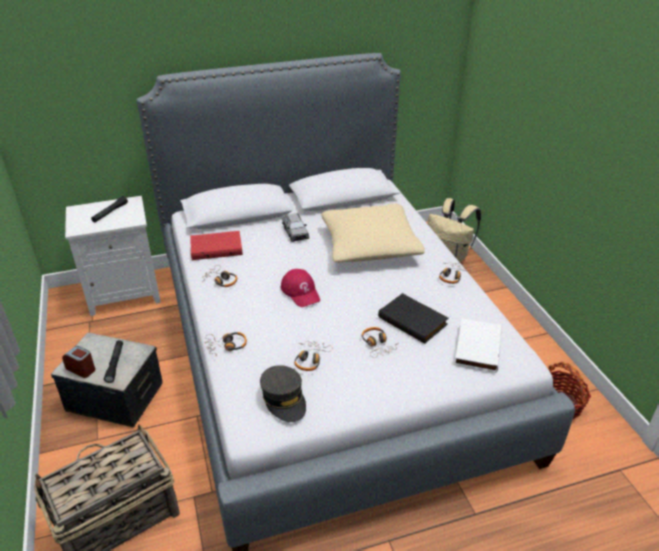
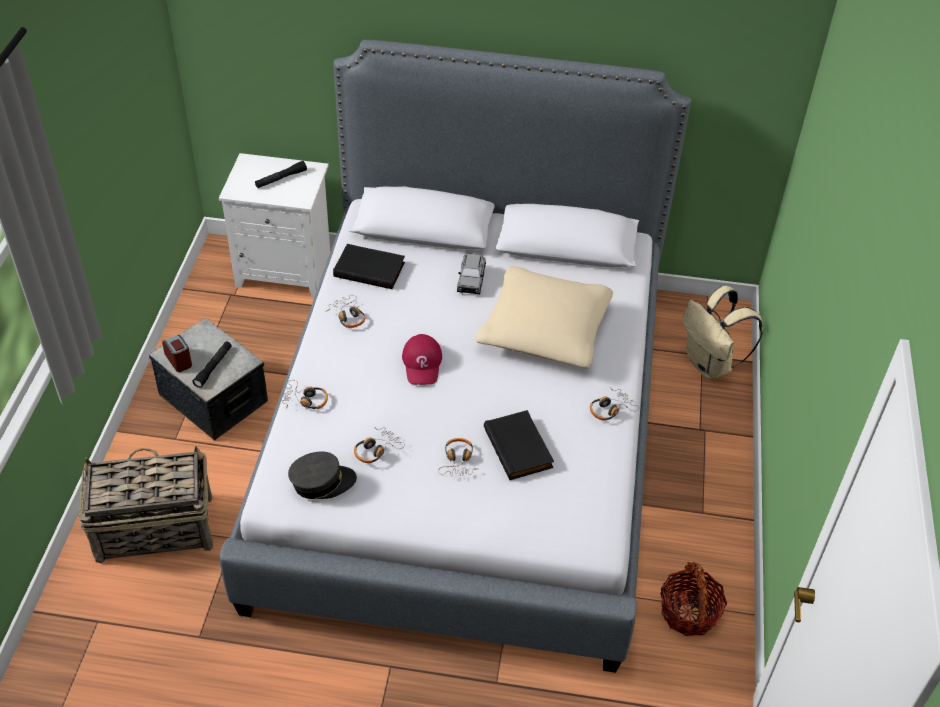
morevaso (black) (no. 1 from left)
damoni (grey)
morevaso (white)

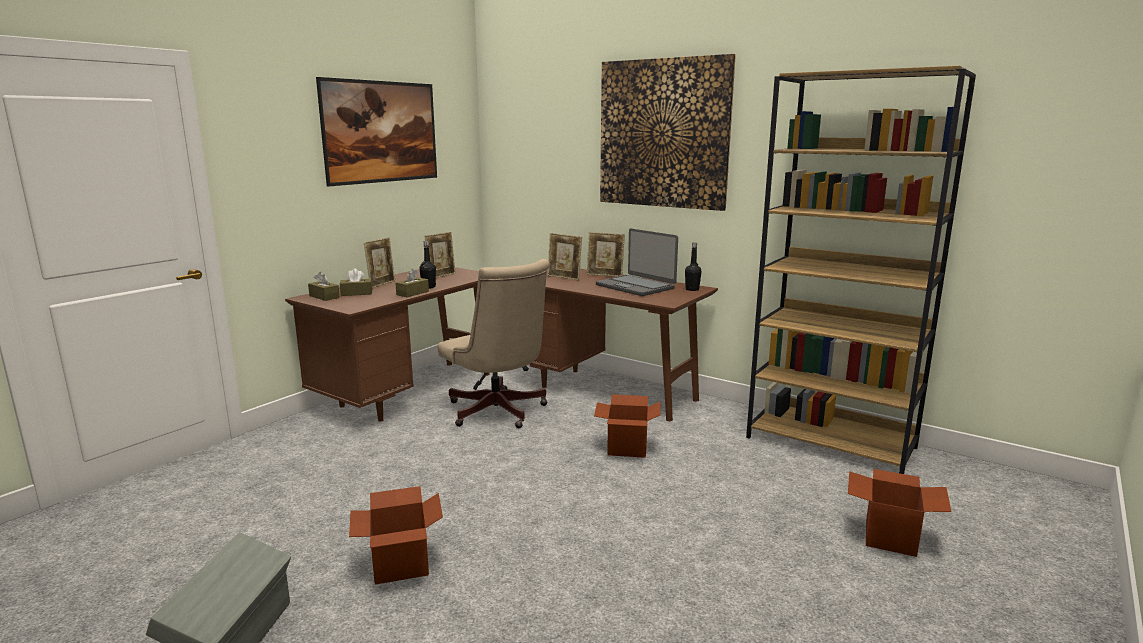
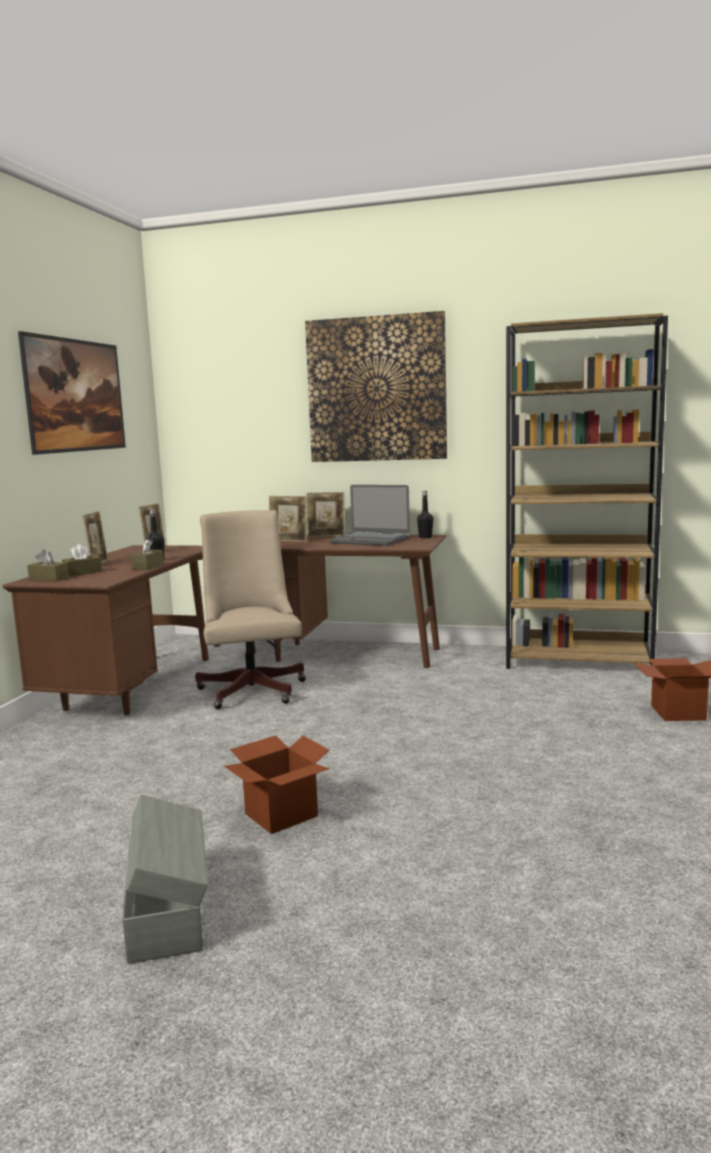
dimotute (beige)
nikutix (no. 2 from left in the first image)

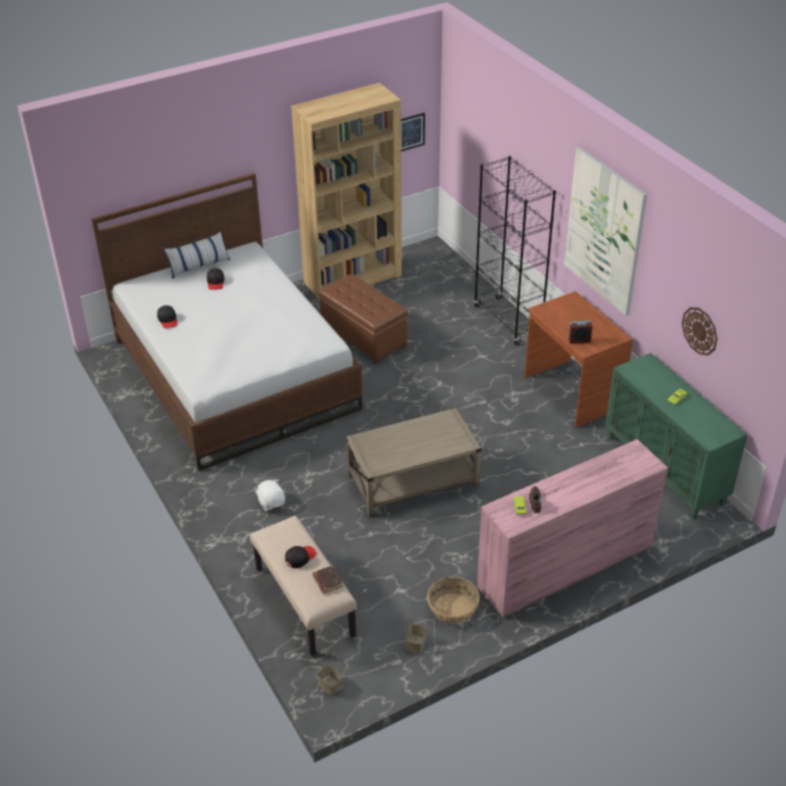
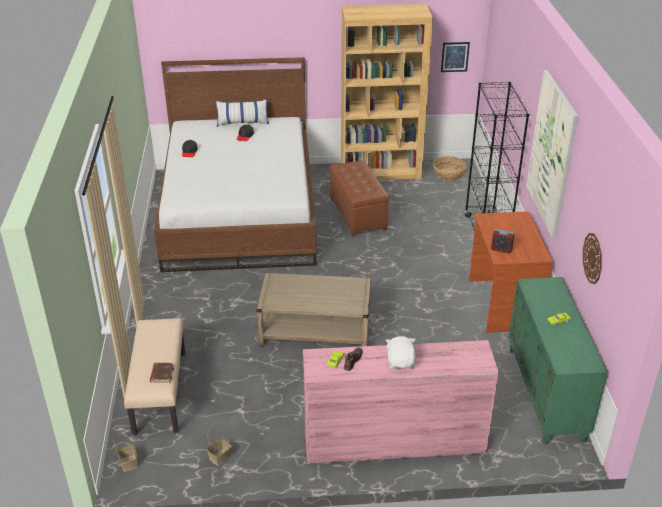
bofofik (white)
damoni (black) (no. 3 from left in the first image)
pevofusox (no. 3 from left)

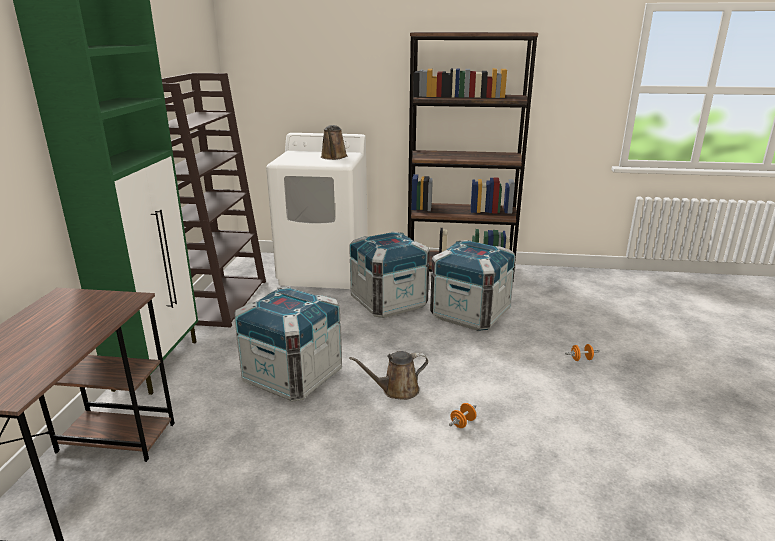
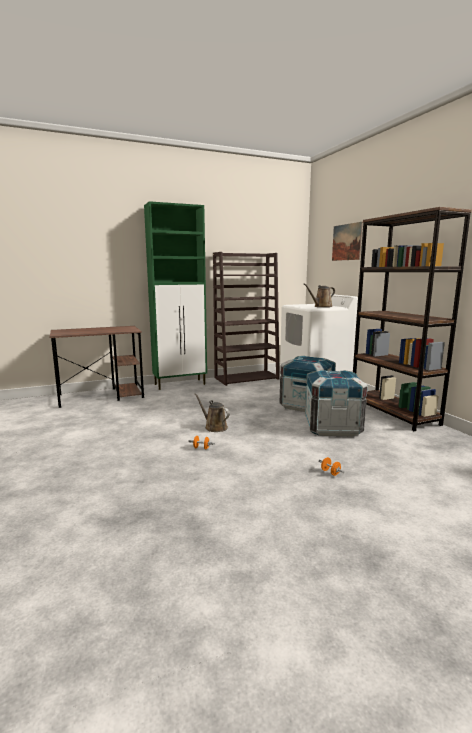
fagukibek (no. 1 from left in the first image)
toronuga

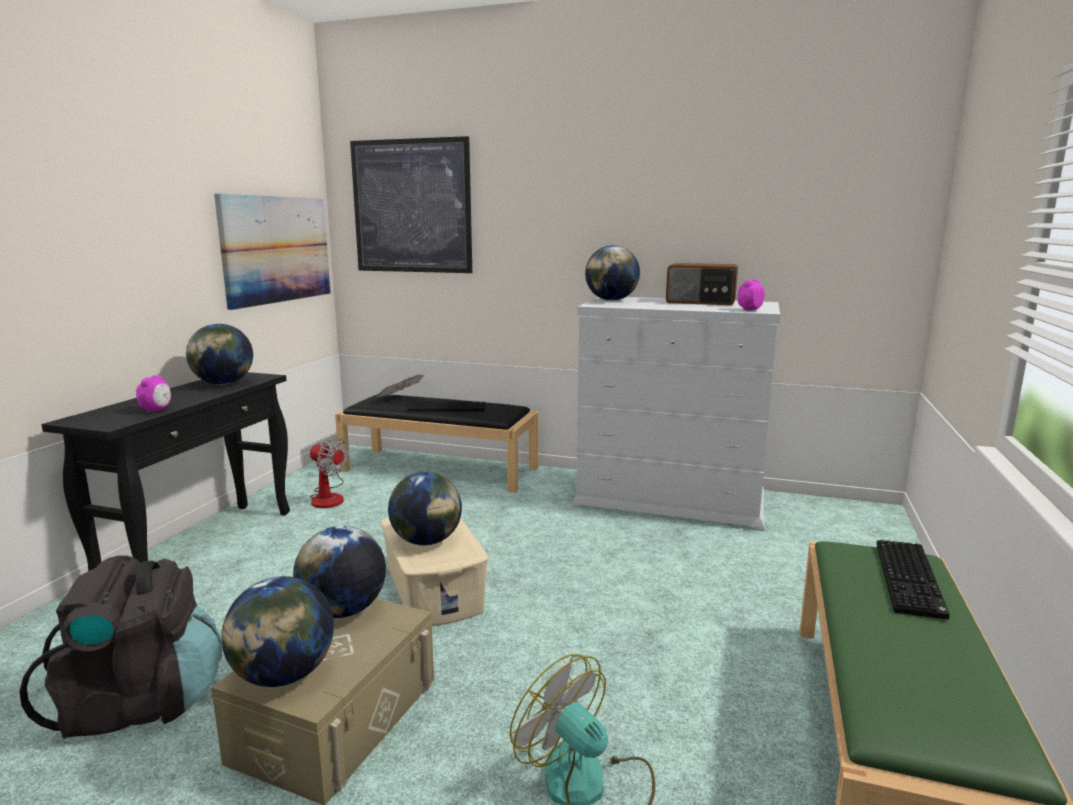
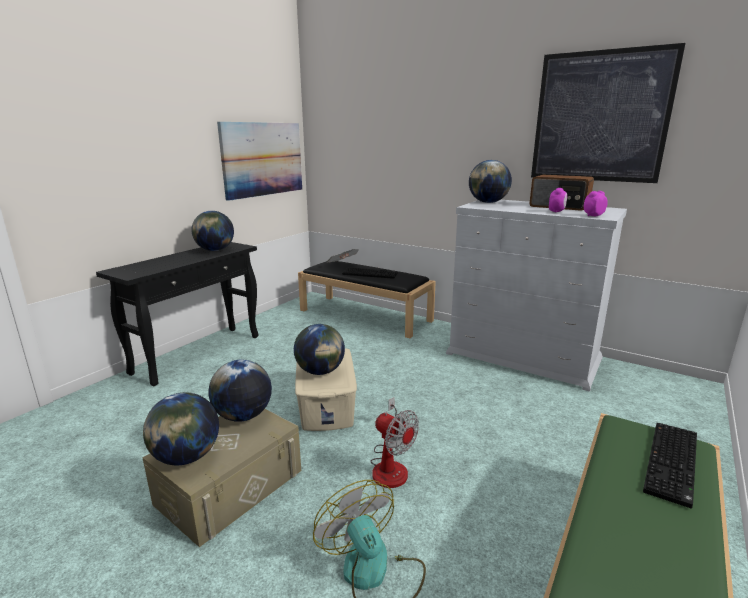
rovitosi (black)
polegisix (no. 1 from left)
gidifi (no. 2 from left)
toronuga (no. 2 from left)

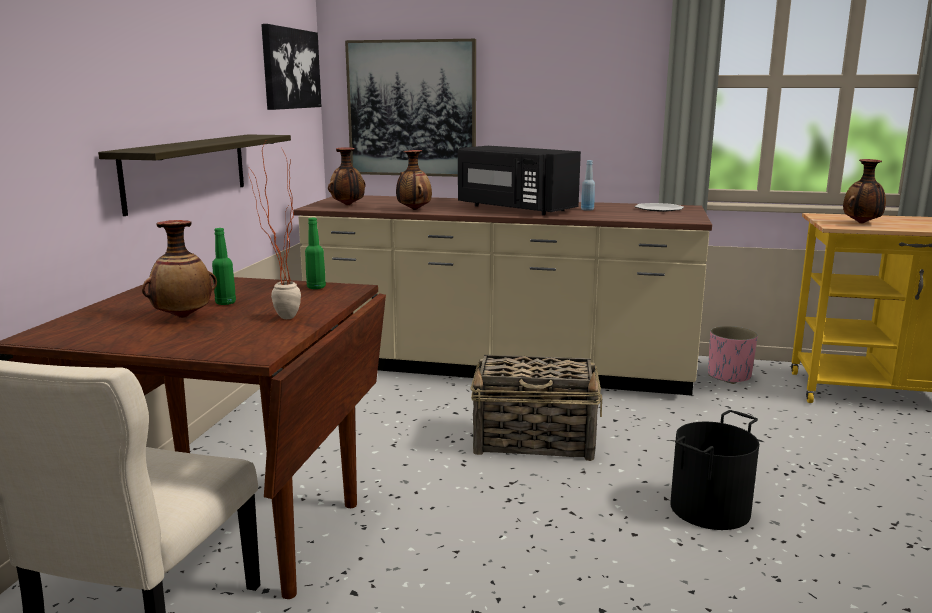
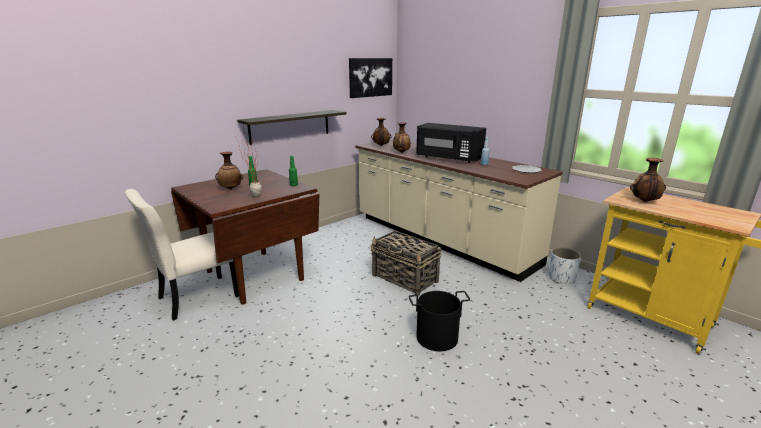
toronuga (no. 2 from left in the first image)
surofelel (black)
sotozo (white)

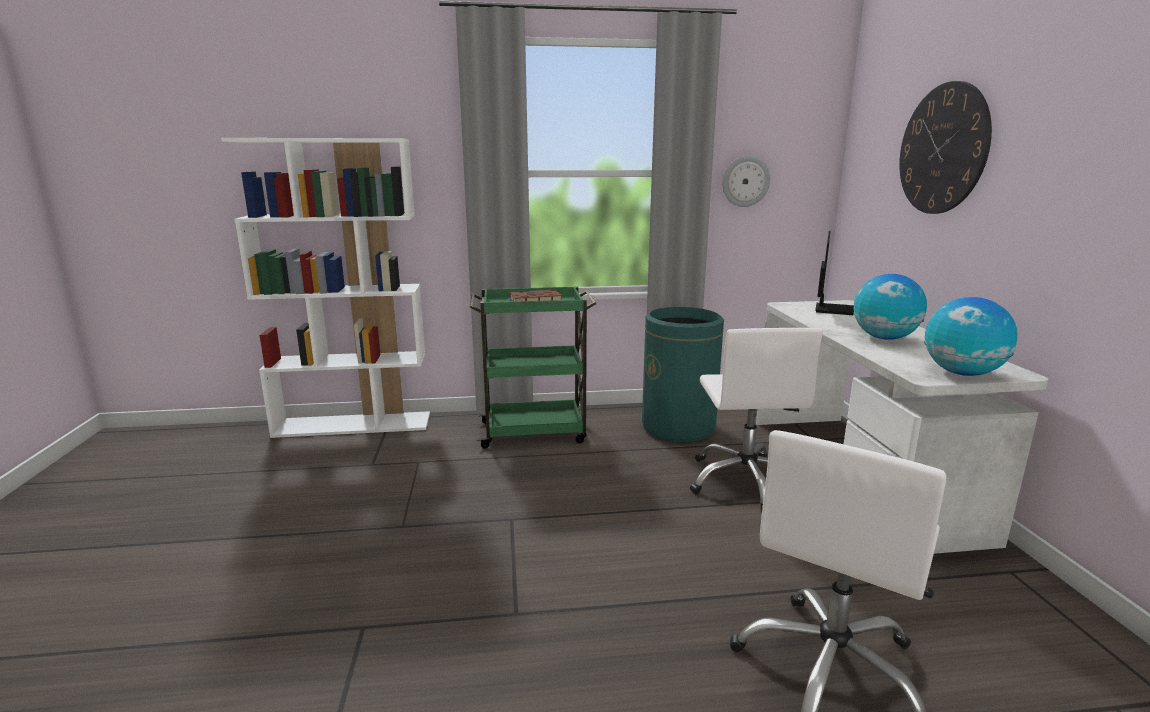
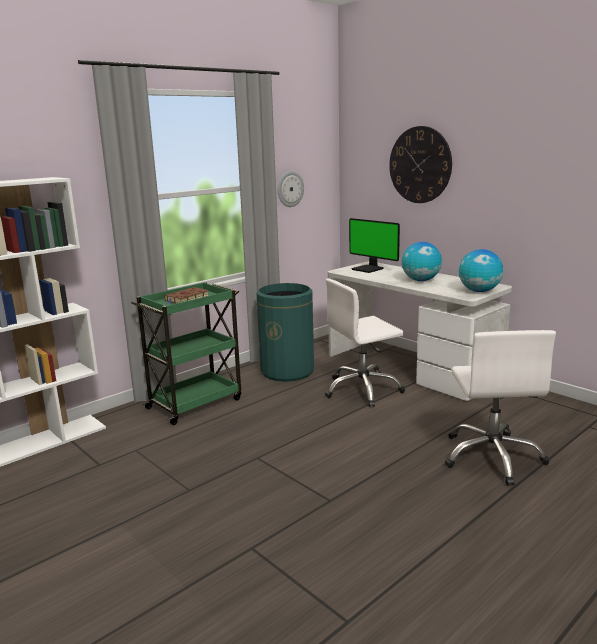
dimotute (white) (no. 1 from left)
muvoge

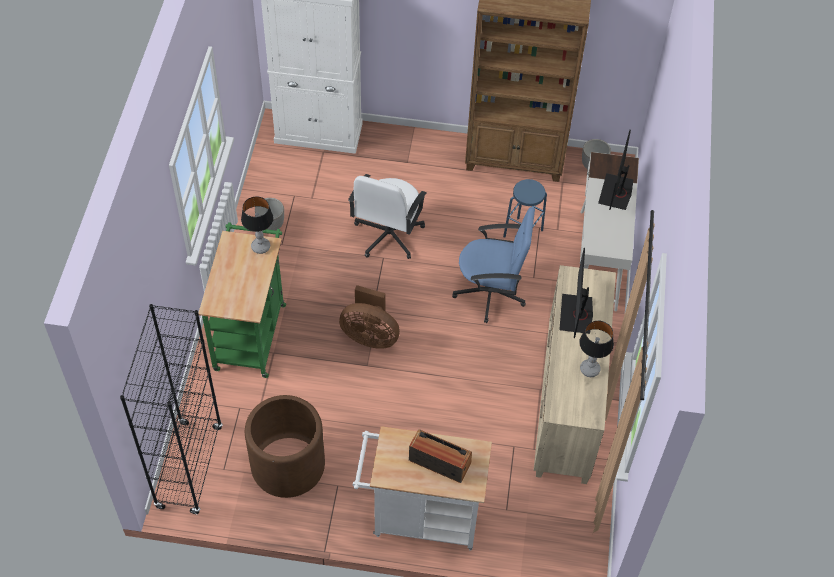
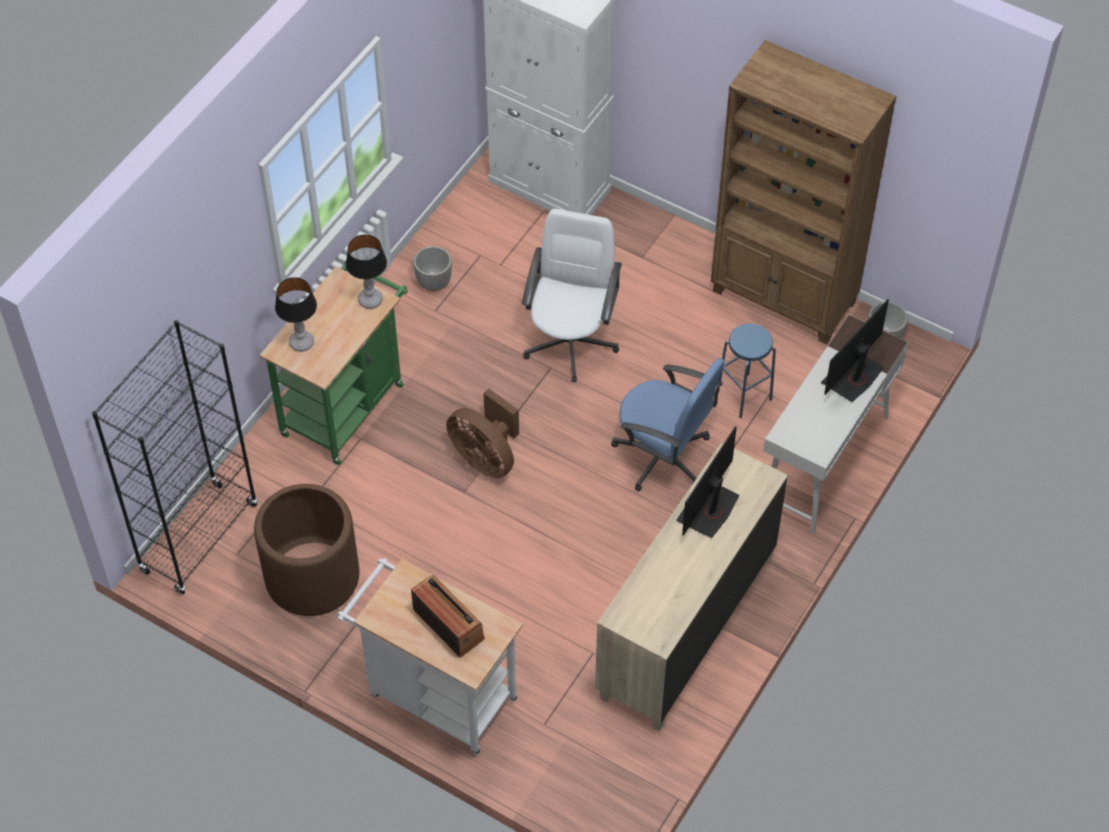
dimotute (white)
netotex (no. 1 from left)

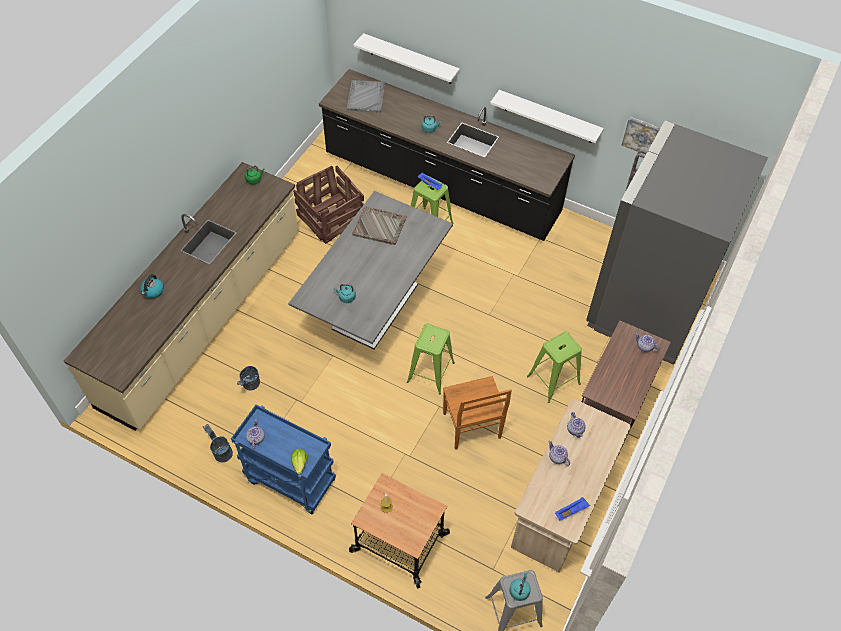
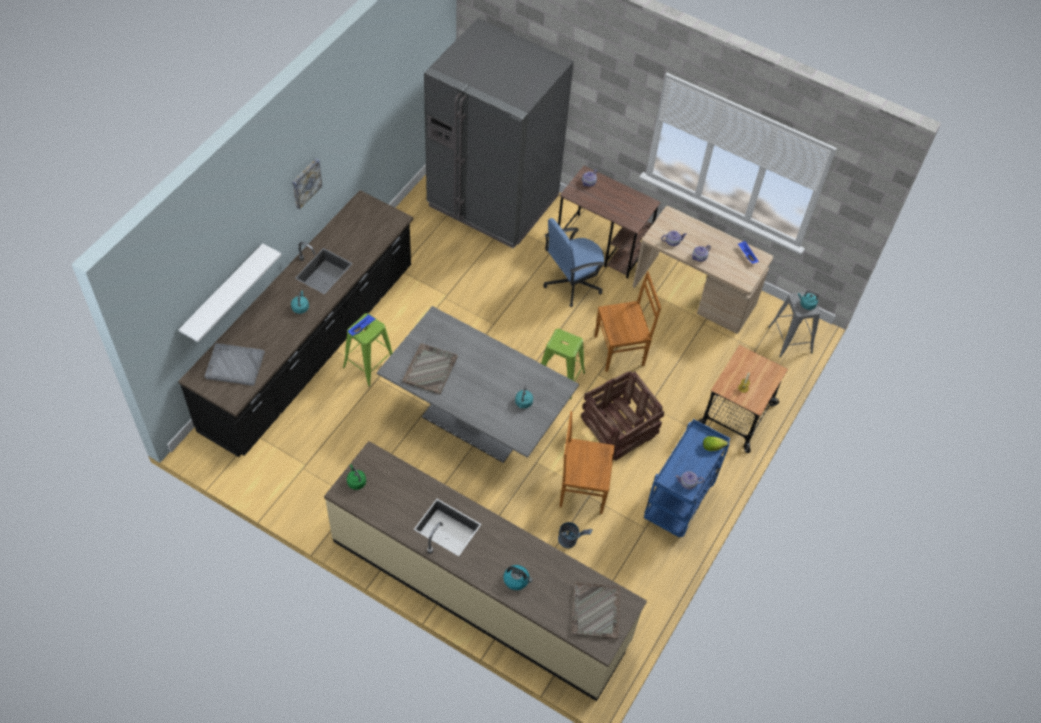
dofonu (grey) (no. 1 from left in the first image)
fagukibek
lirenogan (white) (no. 2 from left in the first image)
dimotute (blue)
toronuga
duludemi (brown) (no. 1 from left)
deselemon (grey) (no. 3 from left)

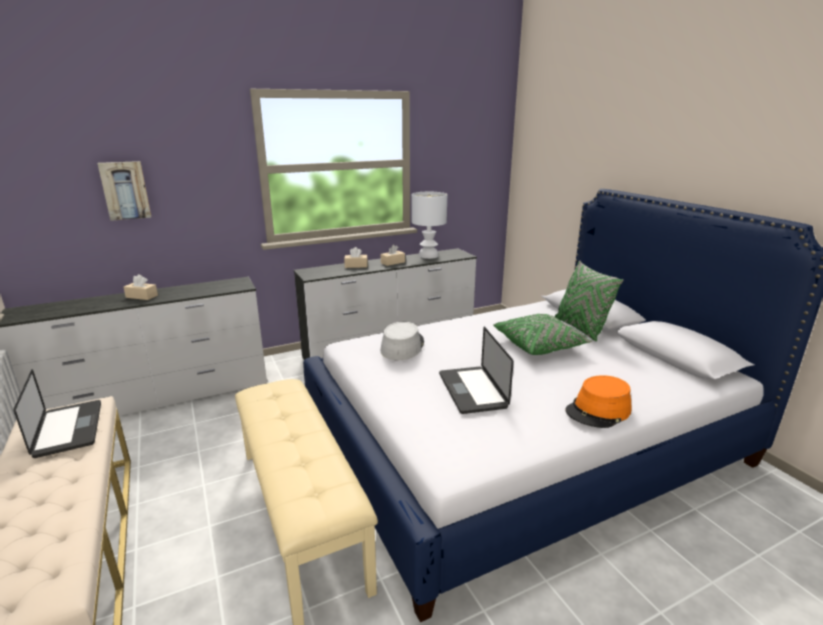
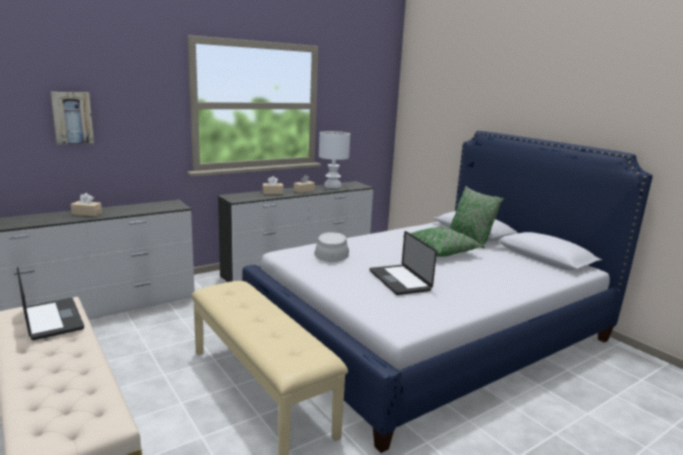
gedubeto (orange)

